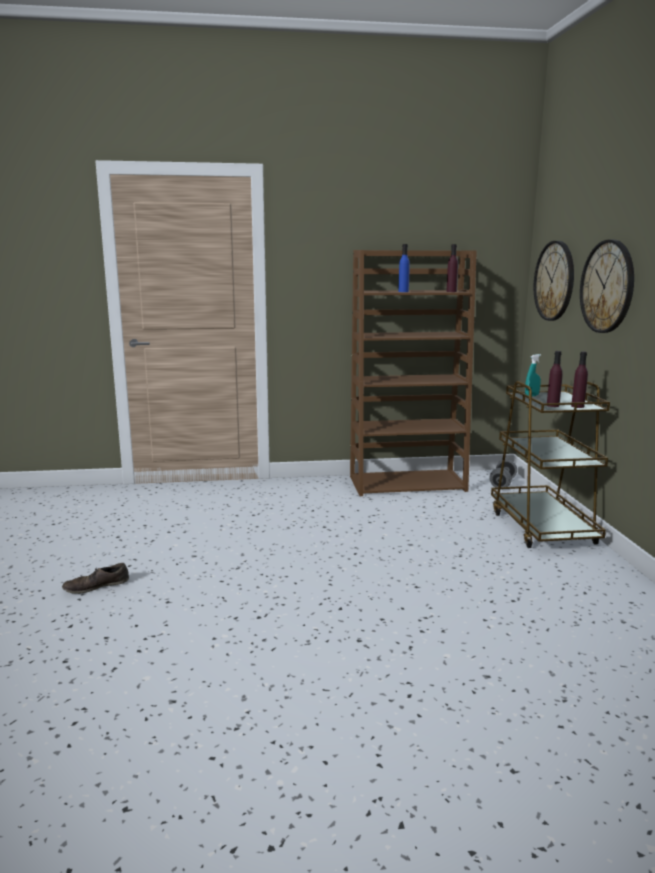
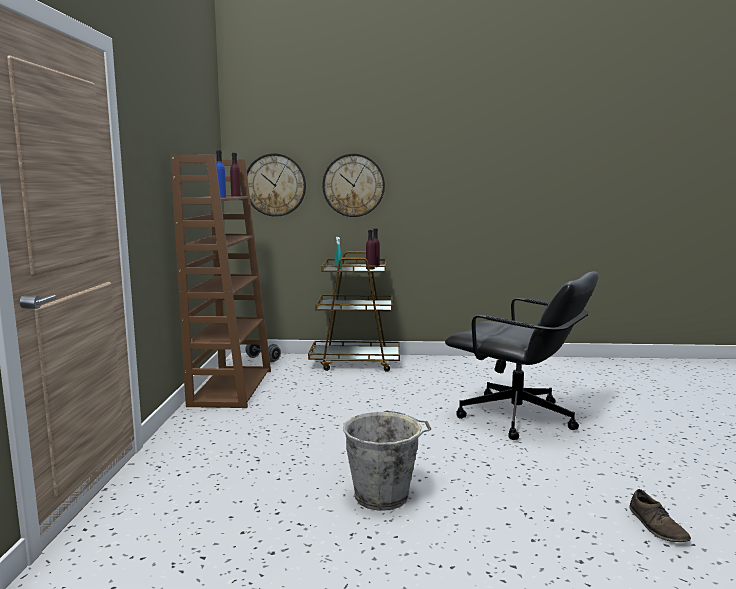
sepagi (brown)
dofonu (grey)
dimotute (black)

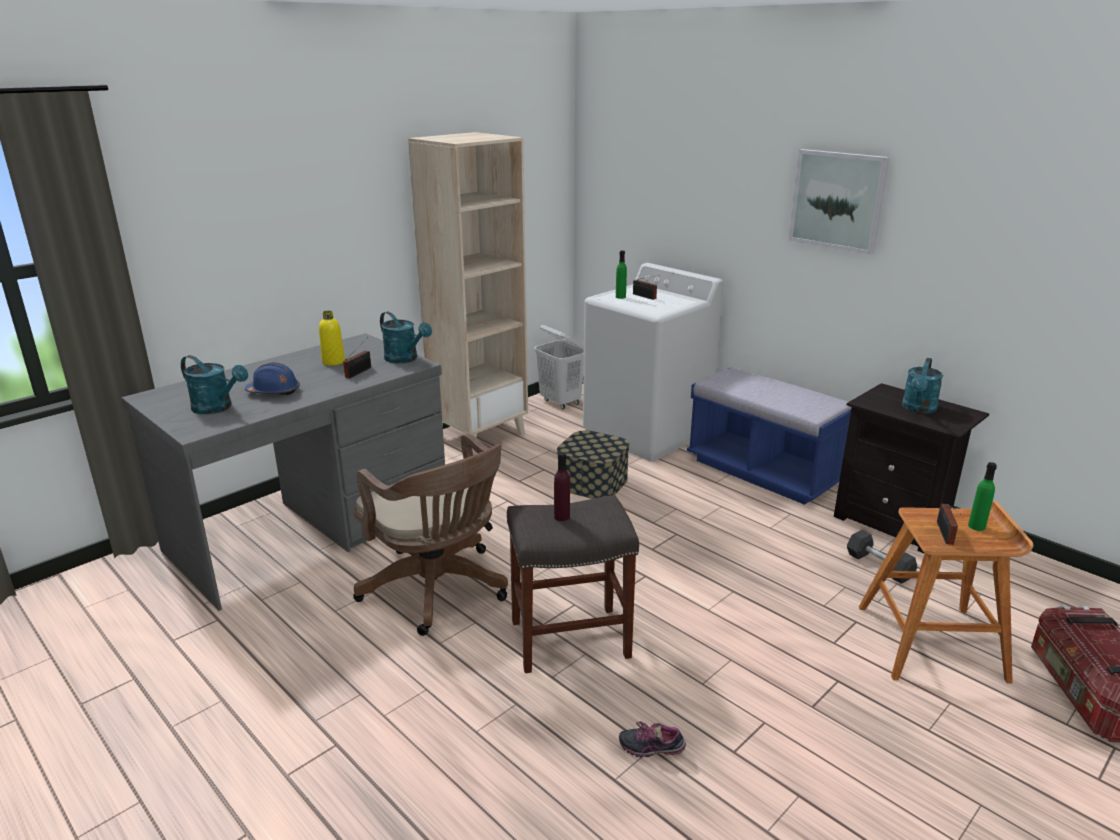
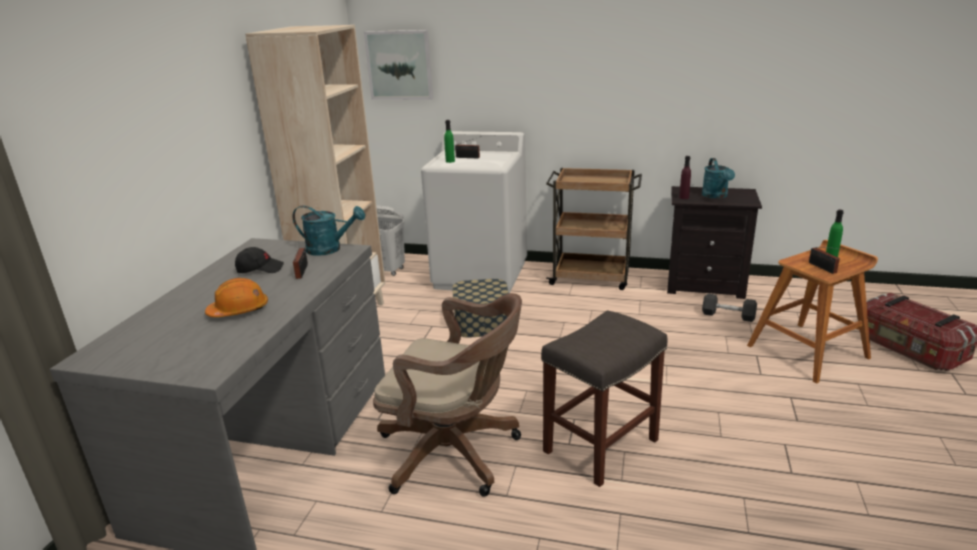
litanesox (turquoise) (no. 1 from left in the first image)
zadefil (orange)
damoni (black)
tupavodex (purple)
sepagi
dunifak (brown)
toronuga

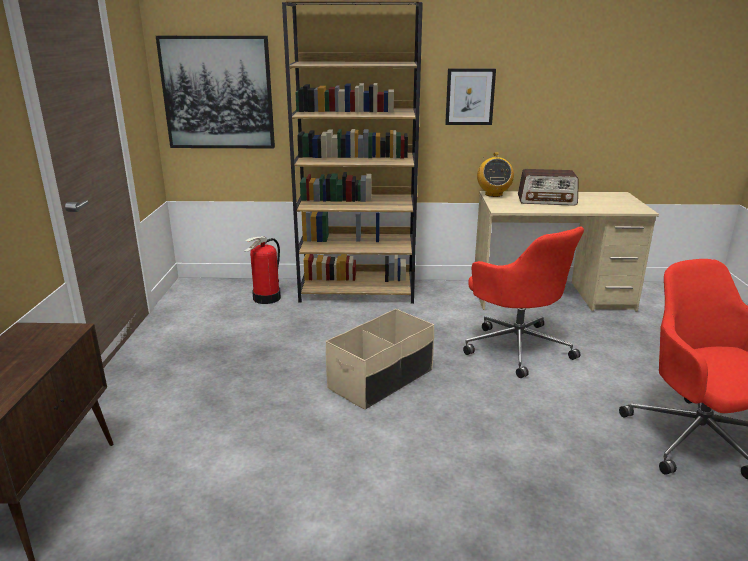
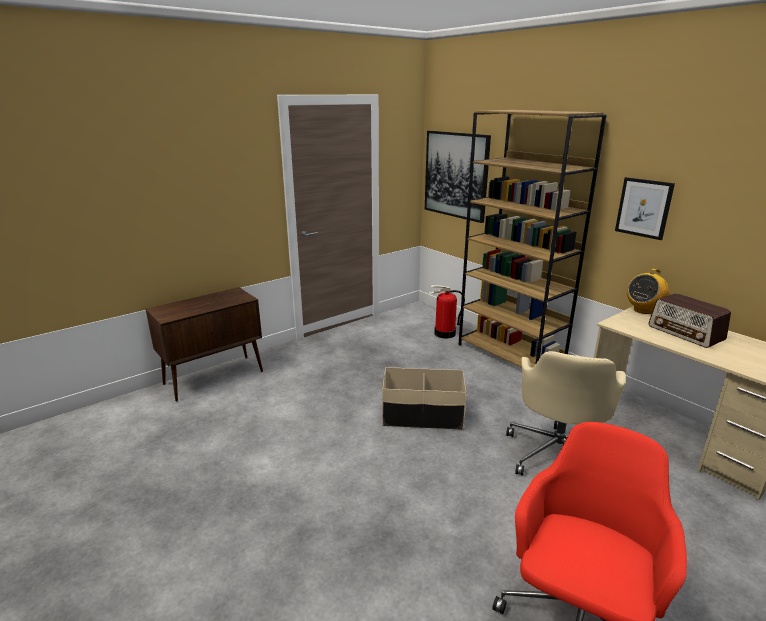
dimotute (beige)

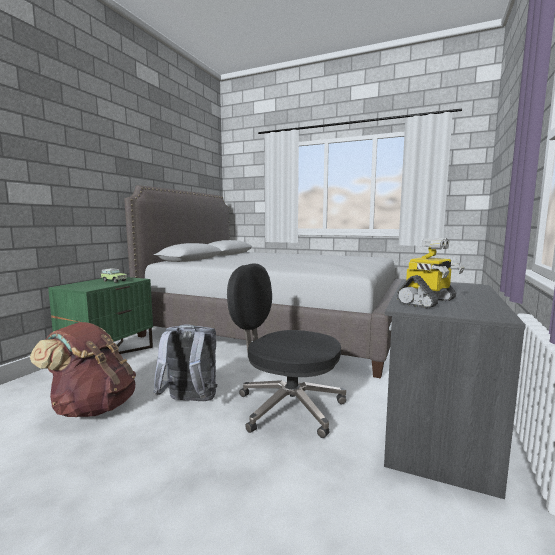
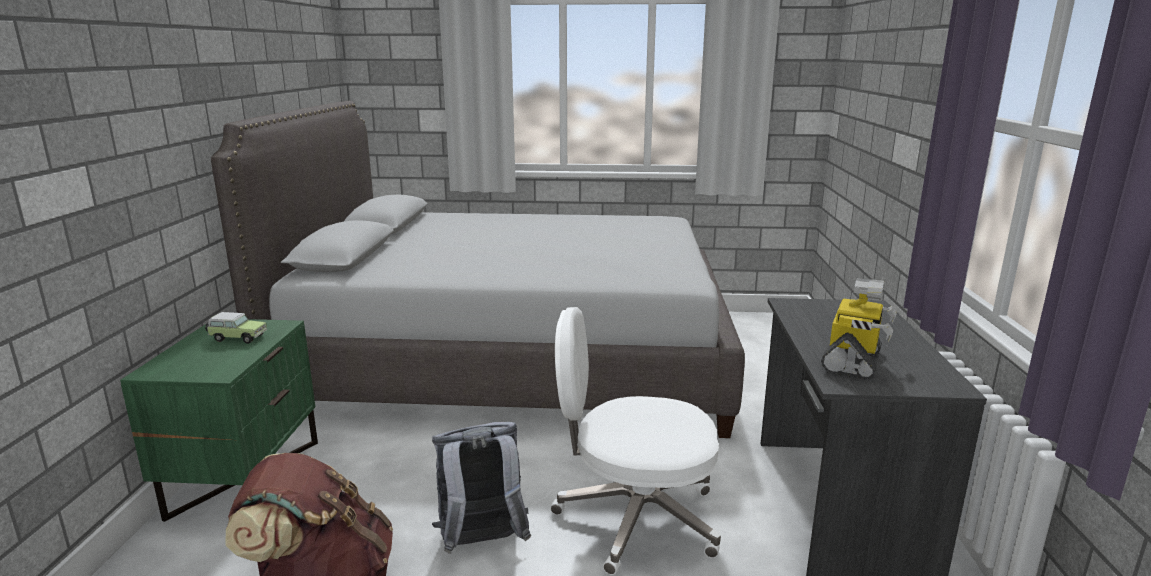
dimotute (white)

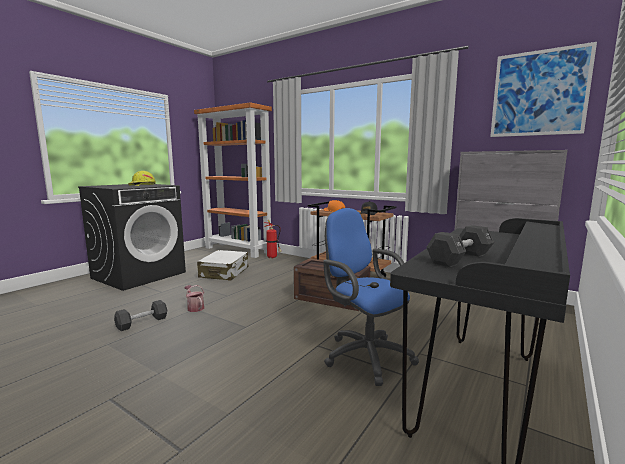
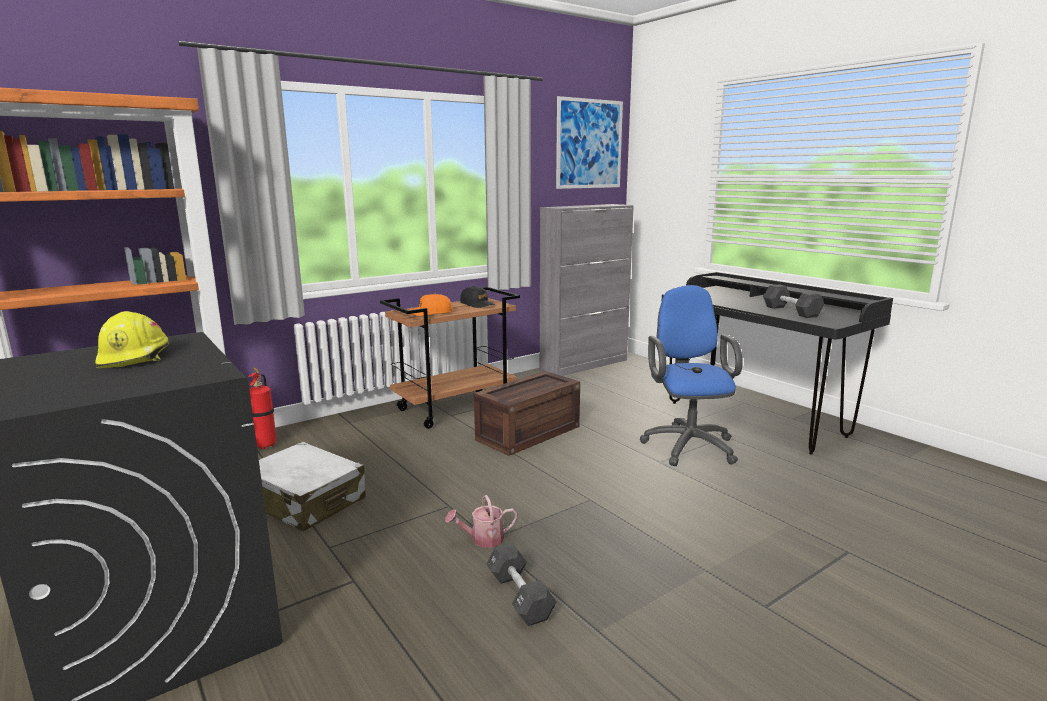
dimotute (blue)

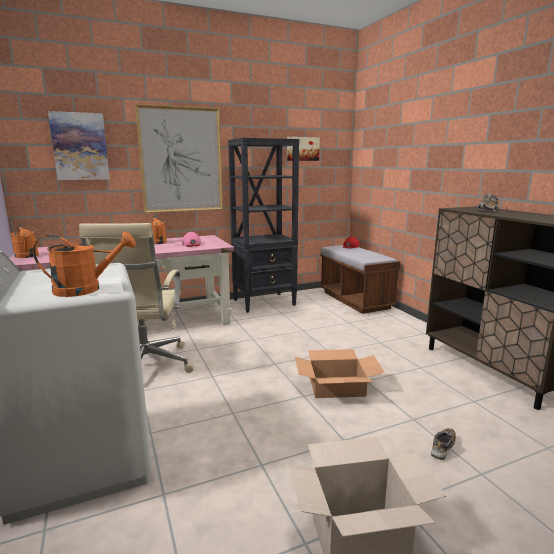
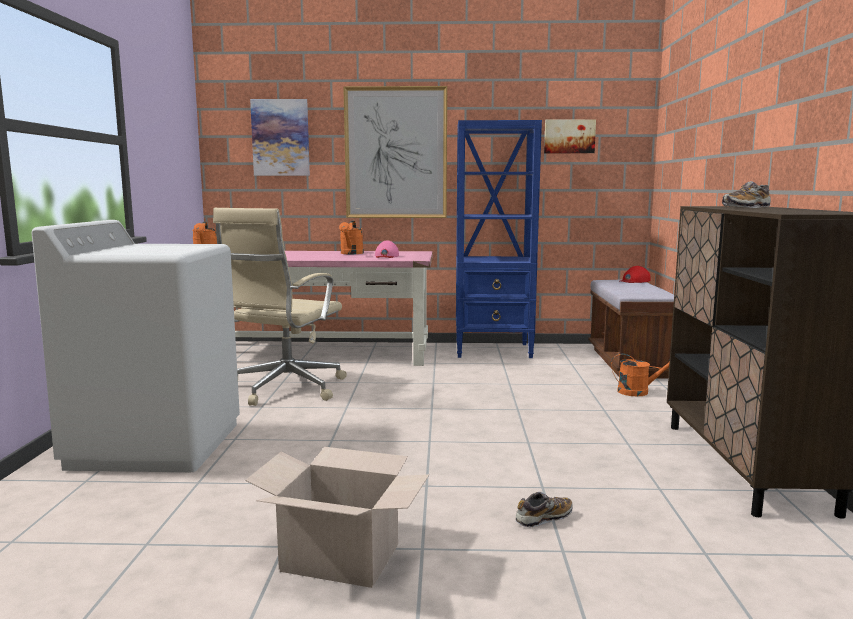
litanesox (orange) (no. 3 from left)
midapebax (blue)
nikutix (no. 1 from left in the first image)

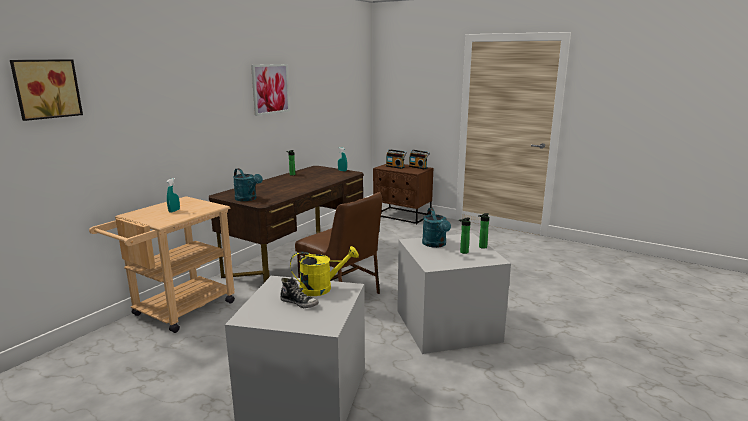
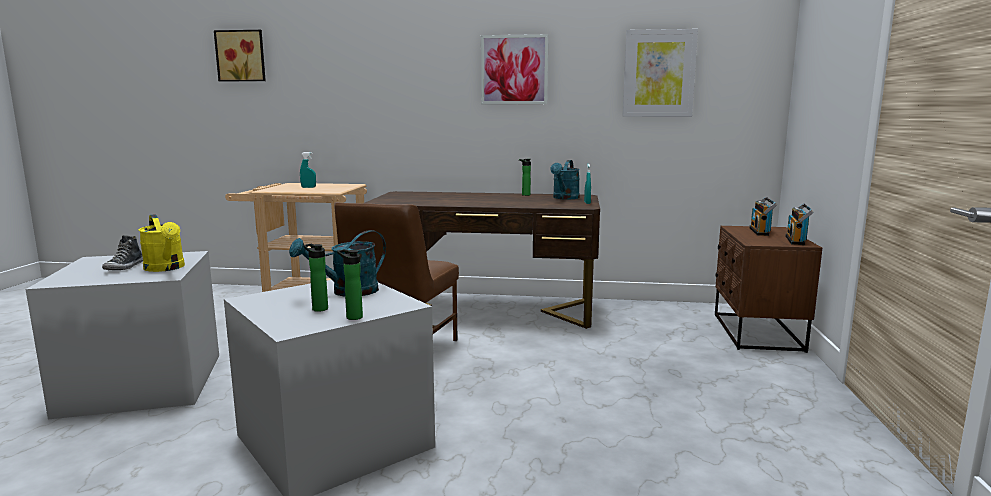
litanesox (turquoise) (no. 2 from left)
toronuga (no. 3 from left)

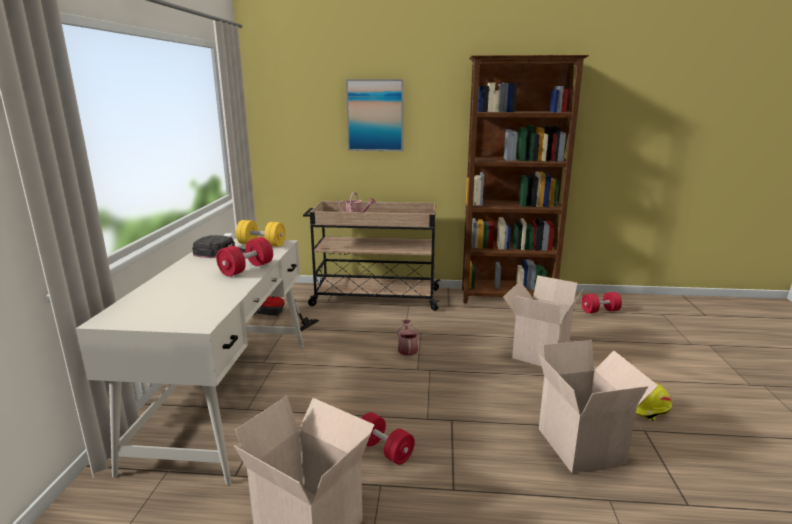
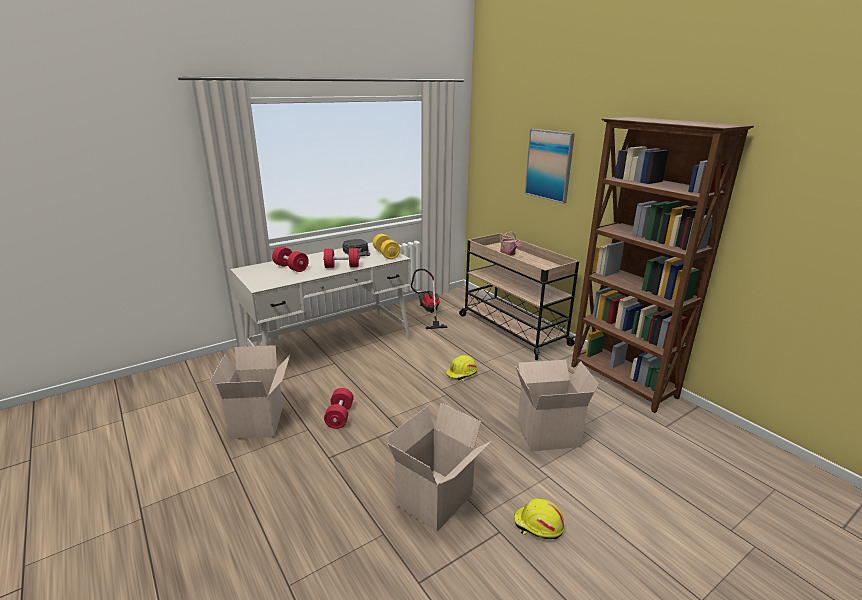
zadefil (yellow) (no. 1 from left)
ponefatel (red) (no. 1 from left)

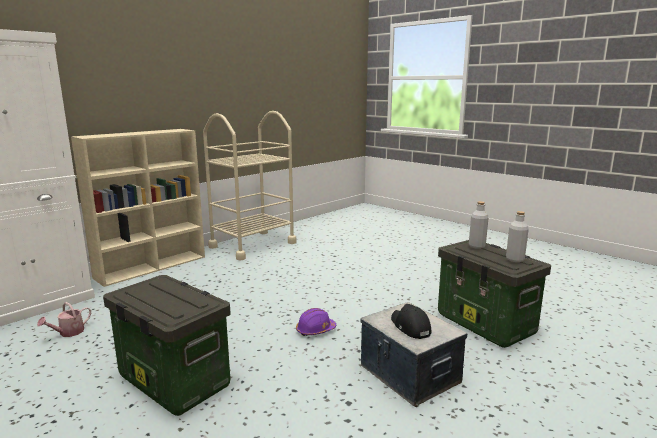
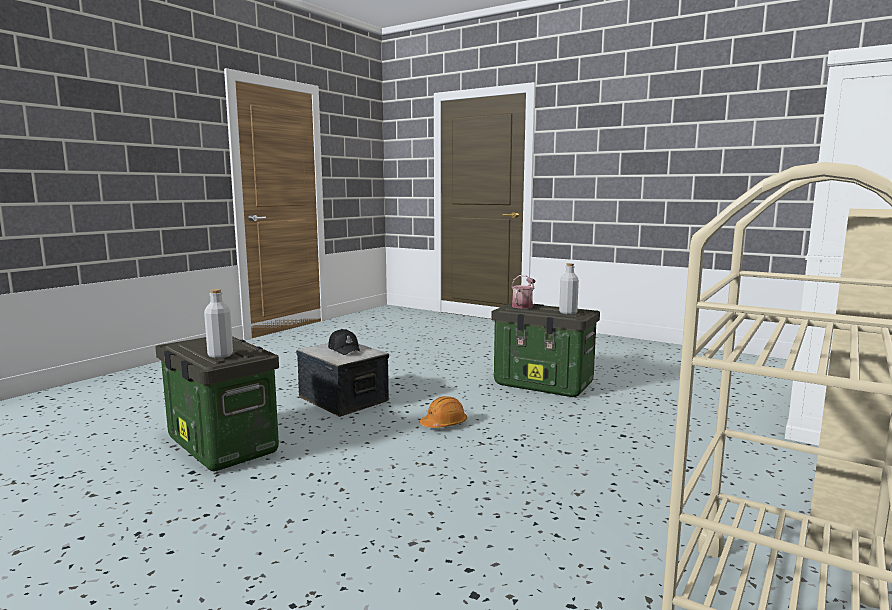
litanesox
zadefil (orange)
tupavodex (grey) (no. 2 from left)

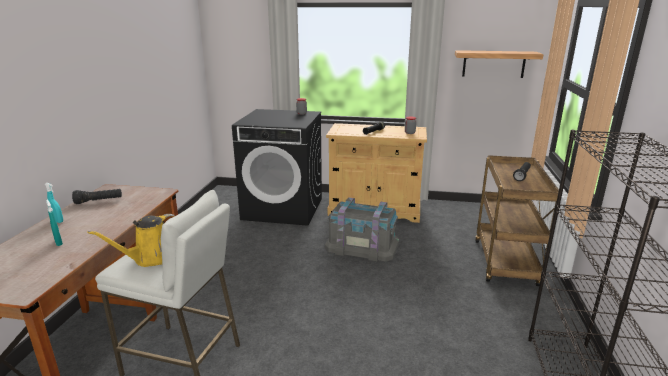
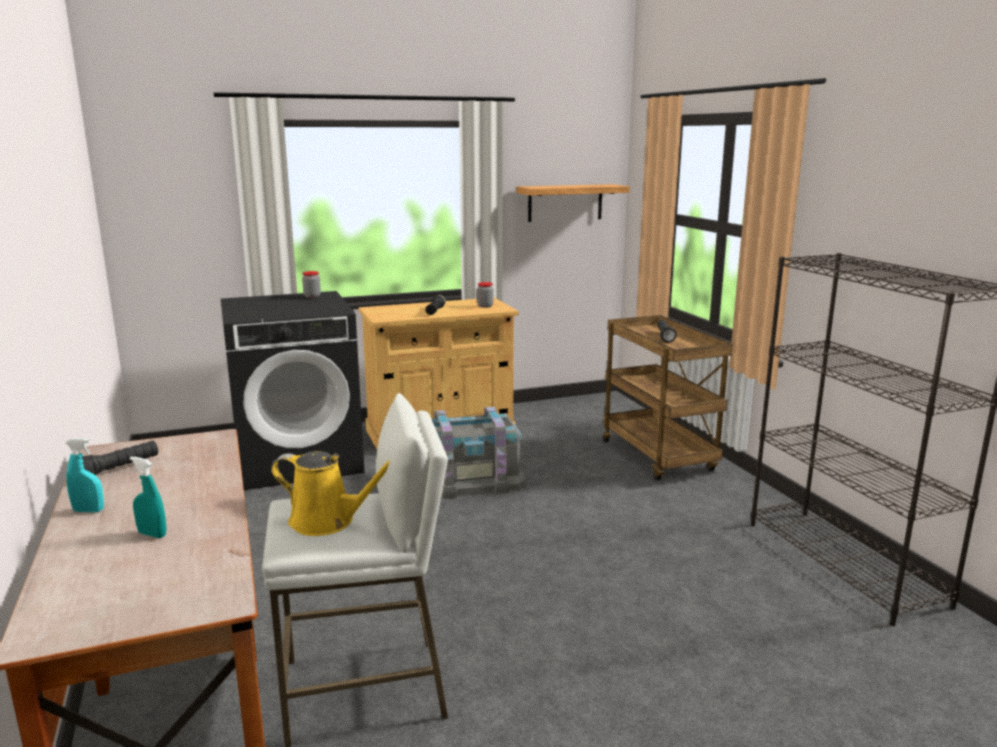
litanesox (yellow)

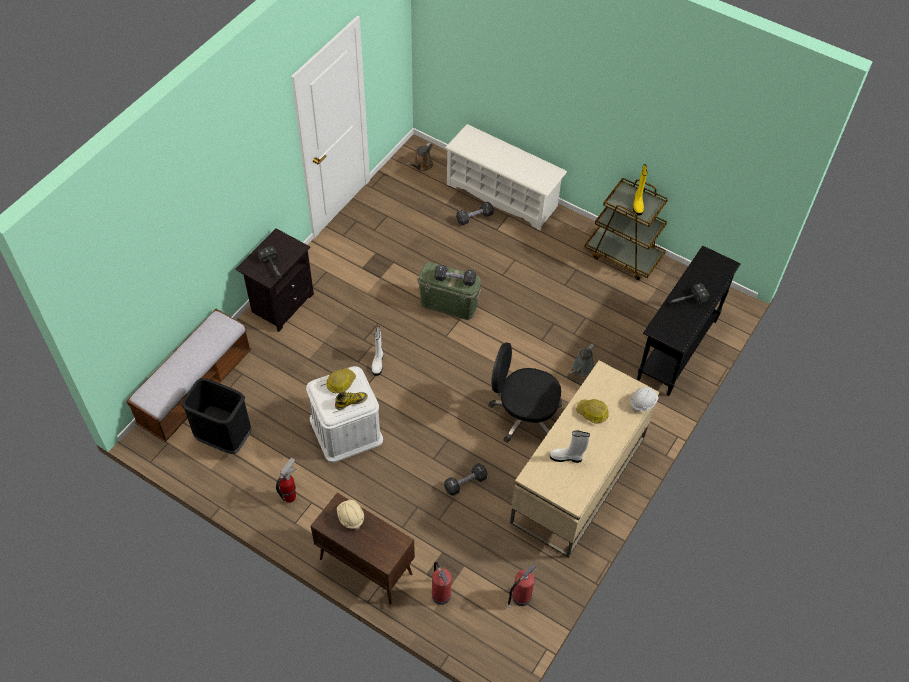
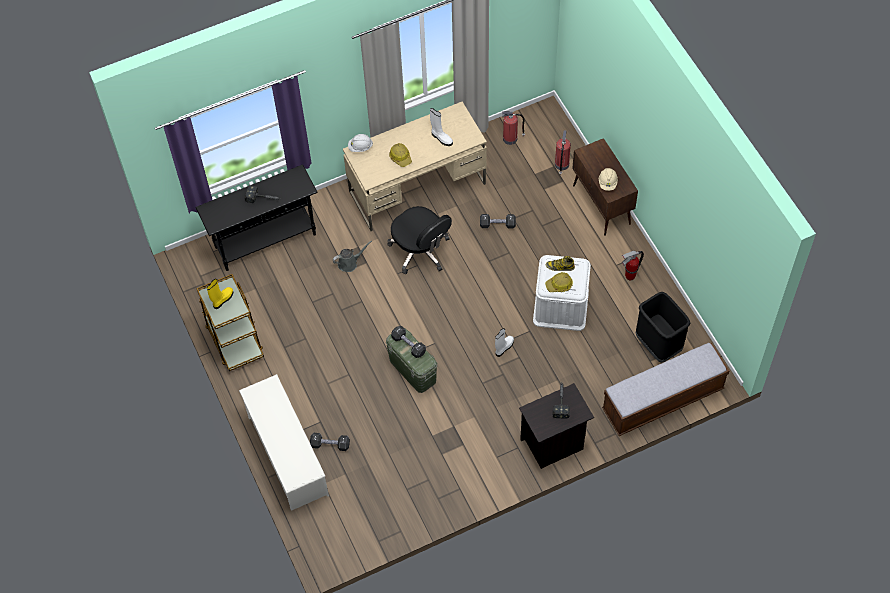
litanesox (brown)

